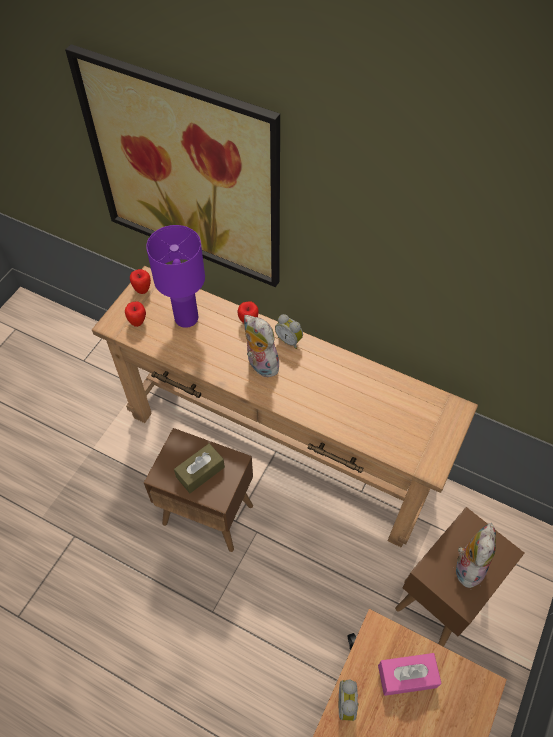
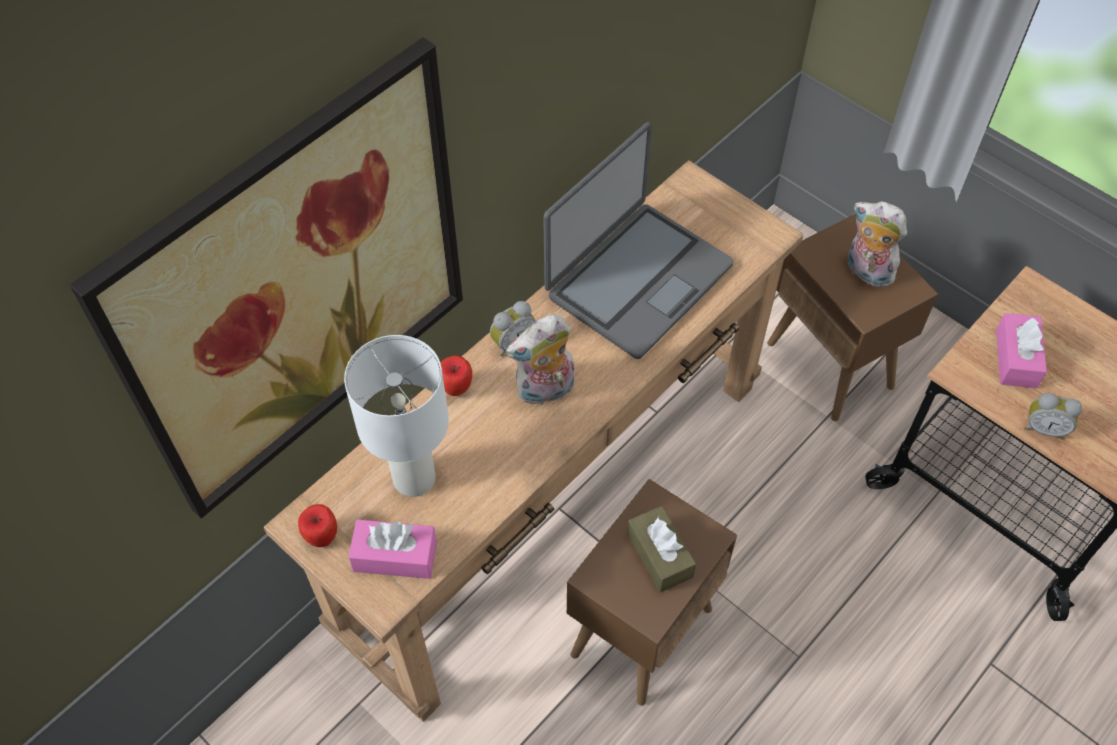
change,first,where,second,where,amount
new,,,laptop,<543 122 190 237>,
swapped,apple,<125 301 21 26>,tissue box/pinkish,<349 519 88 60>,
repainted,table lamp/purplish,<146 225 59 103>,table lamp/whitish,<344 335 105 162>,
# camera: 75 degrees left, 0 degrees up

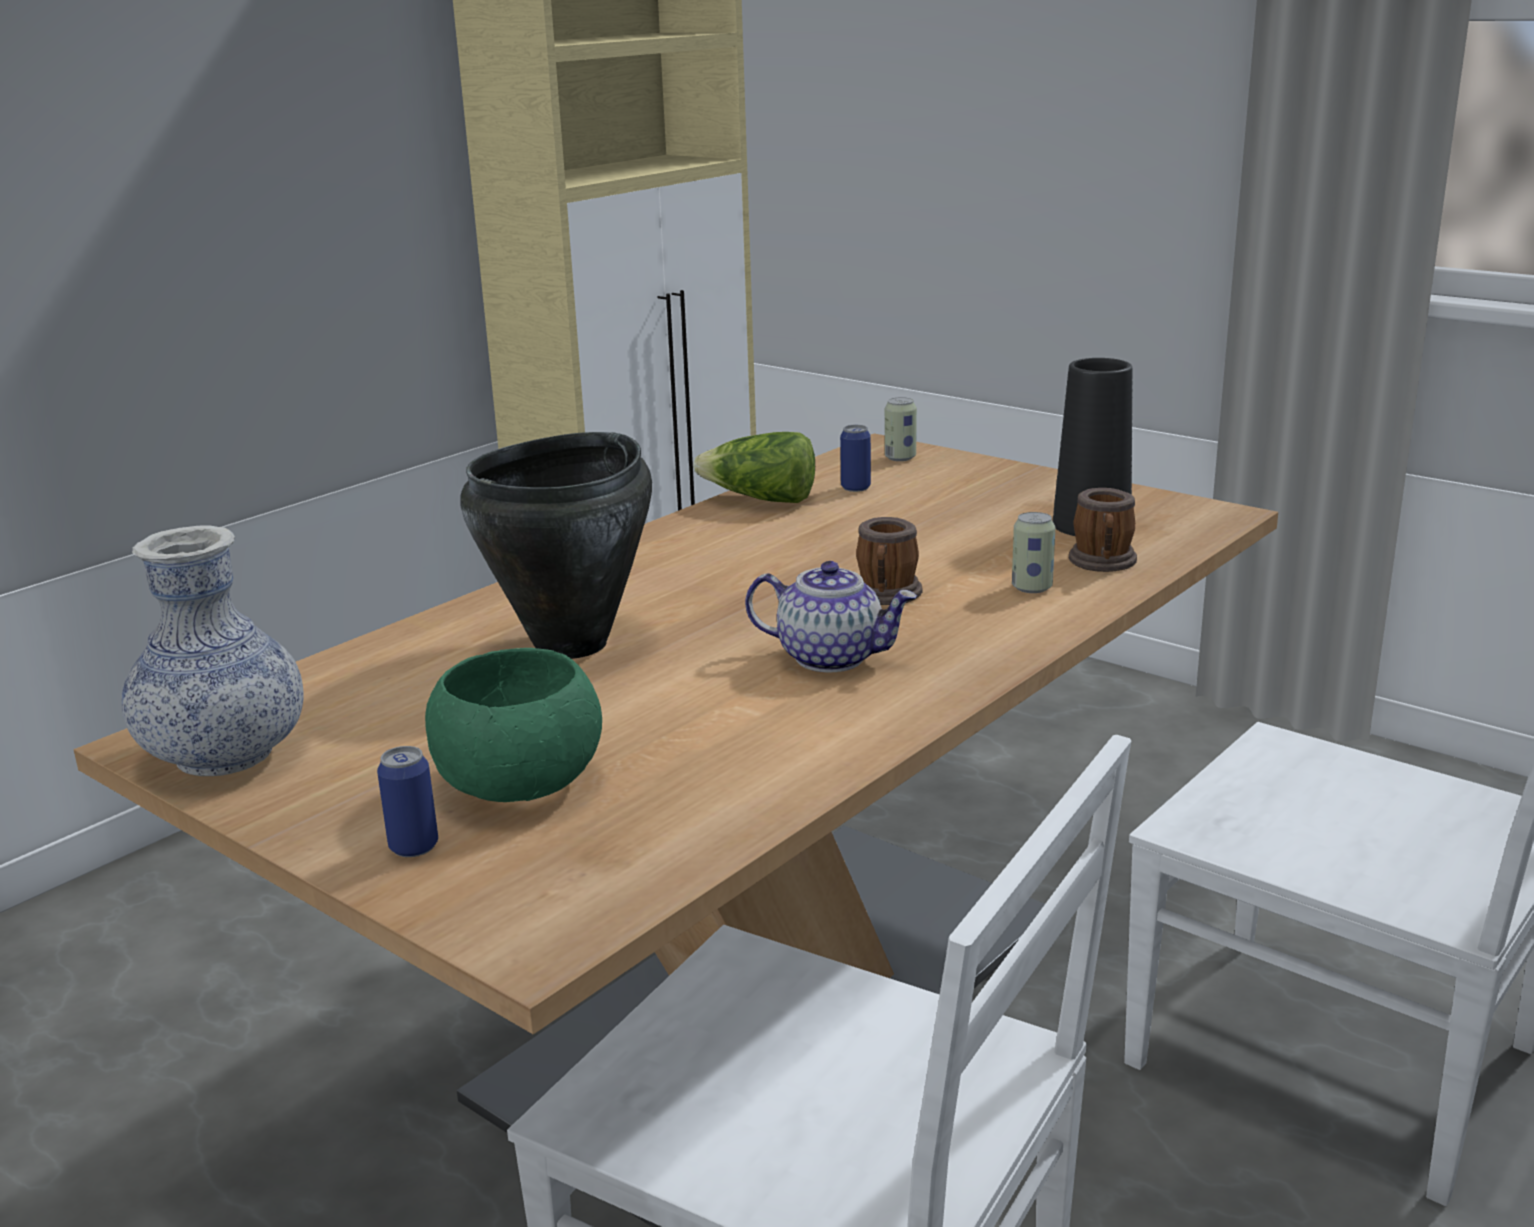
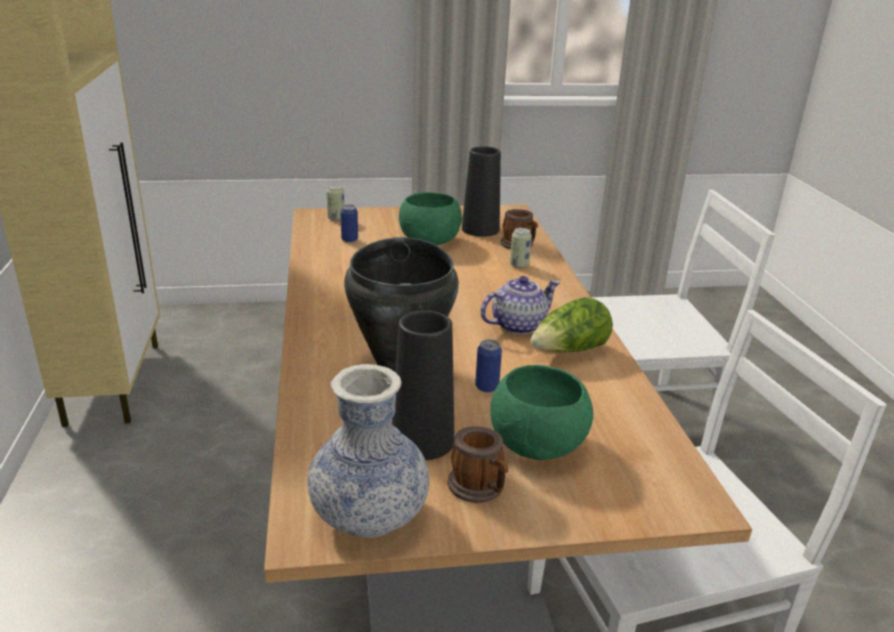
change,first,where,second,where,amount
new,,,vase/black,<392 310 62 150>,
new,,,deep dish/green-coloured,<399 192 63 53>,
shifted,metal can,<377 746 61 111>,,<475 339 27 53>,
shifted,lettuce head,<693 432 122 71>,,<530 297 83 55>,
shifted,tea mug,<856 517 67 88>,,<448 426 60 77>,
# camera: 50 degrees left, 5 degrees up

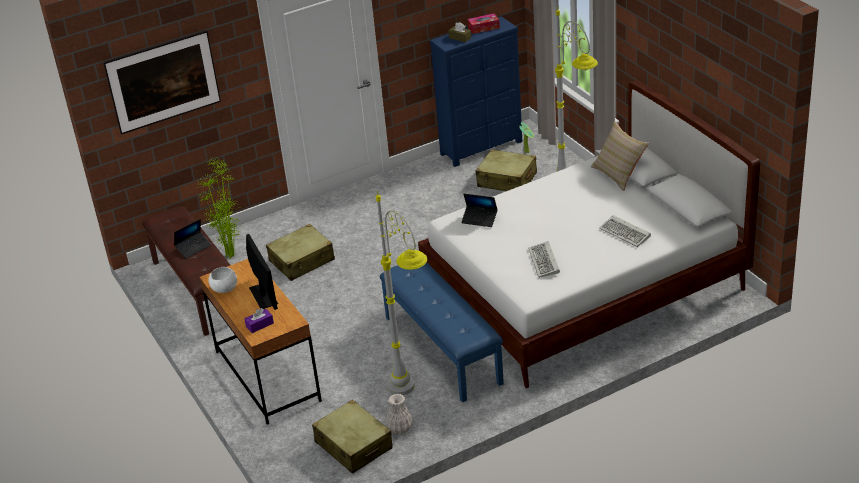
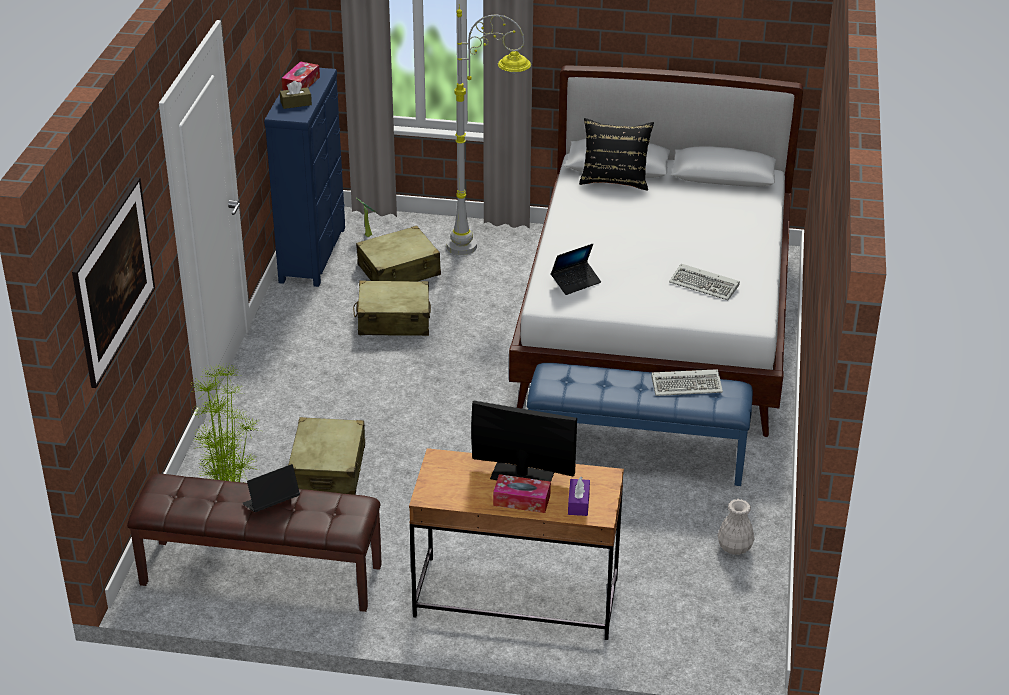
change,first,where,second,where,amount
gone,deep dish/whitish,<209 267 28 26>,,,
gone,standing lamp/greyish,<376 191 51 204>,,,
new,,,tissue box,<493 474 58 39>,
shifted,travel case/beige,<312 400 81 74>,,<353 280 78 56>,
shifted,PC keyboard,<599 215 52 32>,,<651 369 72 27>,
repainted,cushion/beige,<591 121 58 70>,cushion/black,<579 118 75 73>,
rotated,laptop,<174 219 37 39>,,<242 464 58 48>,120 degrees counterclockwise
# camera: 55 degrees left, 0 degrees up

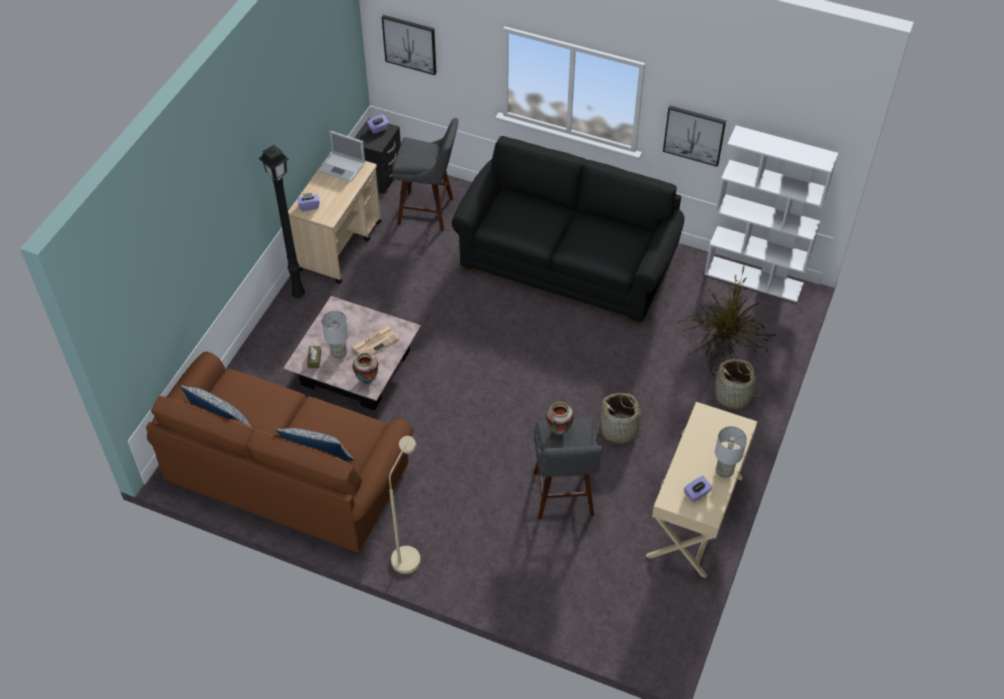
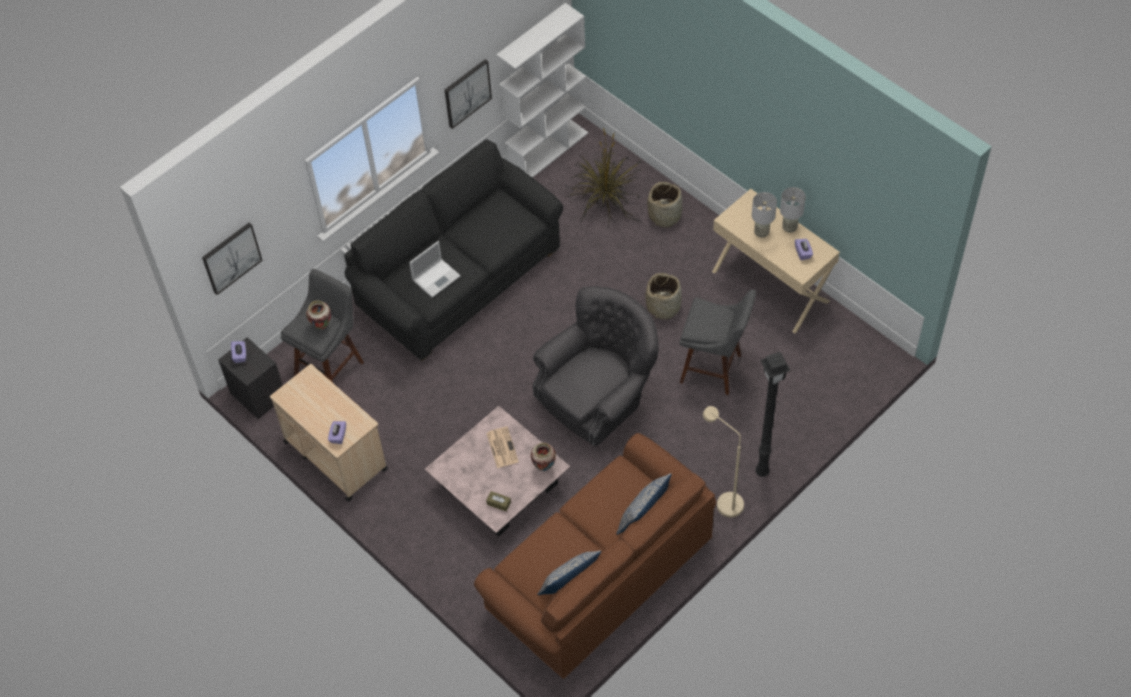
change,first,where,second,where,amount
new,,,lounge chair/greyish,<533 286 126 161>,
shifted,standing lamp/black,<259 145 46 153>,,<755 352 36 125>,
shifted,laptop,<318 131 47 51>,,<409 241 52 57>,
shifted,table lamp/greyish,<321 311 28 48>,,<752 192 25 46>,
shifted,vase,<546 402 28 33>,,<306 300 25 30>,
# camera: 65 degrees left, 5 degrees up

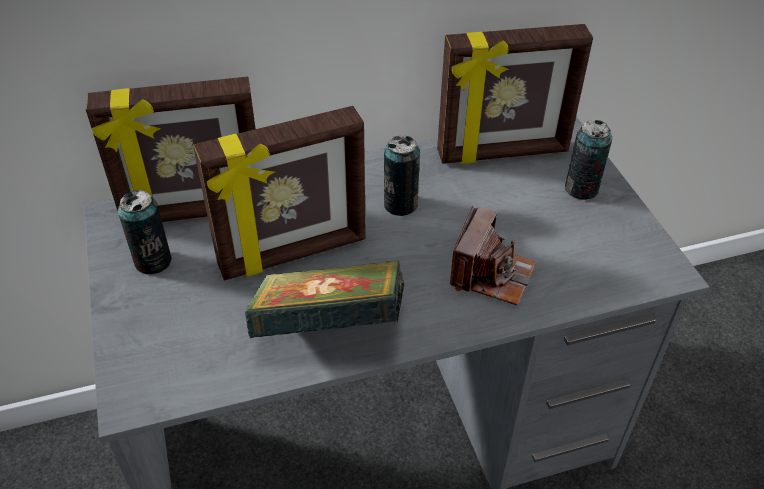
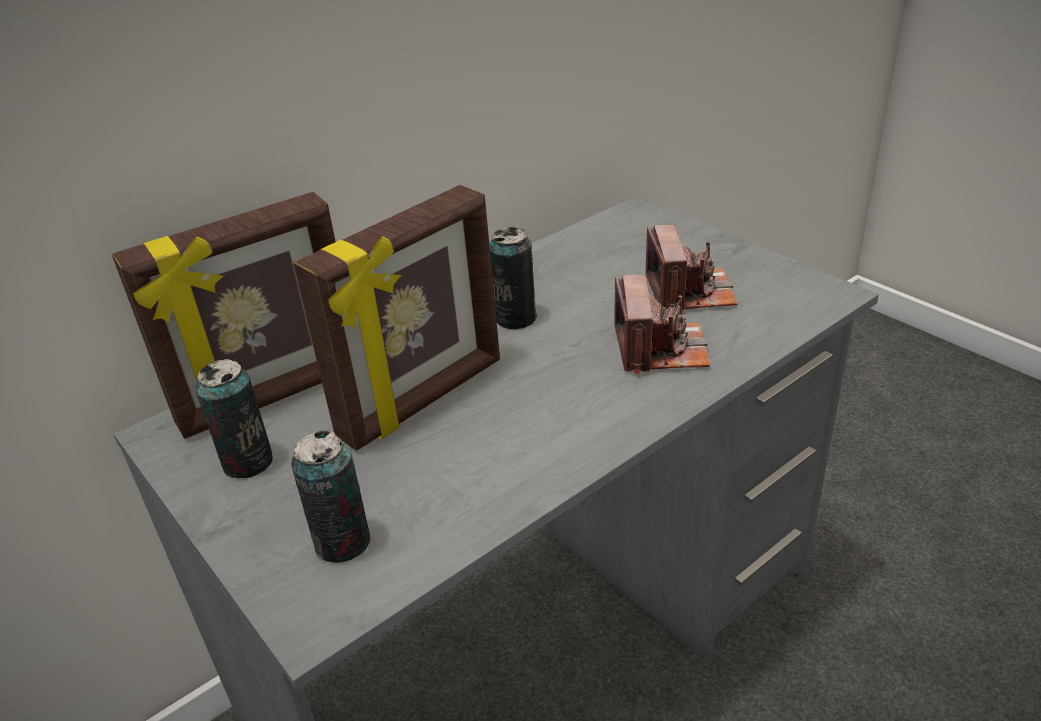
change,first,where,second,where,amount
gone,book,<245 261 159 77>,,,
gone,standing frame,<437 24 156 140>,,,
new,,,photo camera,<645 225 93 86>,
shifted,metal can,<565 120 47 80>,,<291 430 80 133>,
# camera: 20 degrees left, 10 degrees down

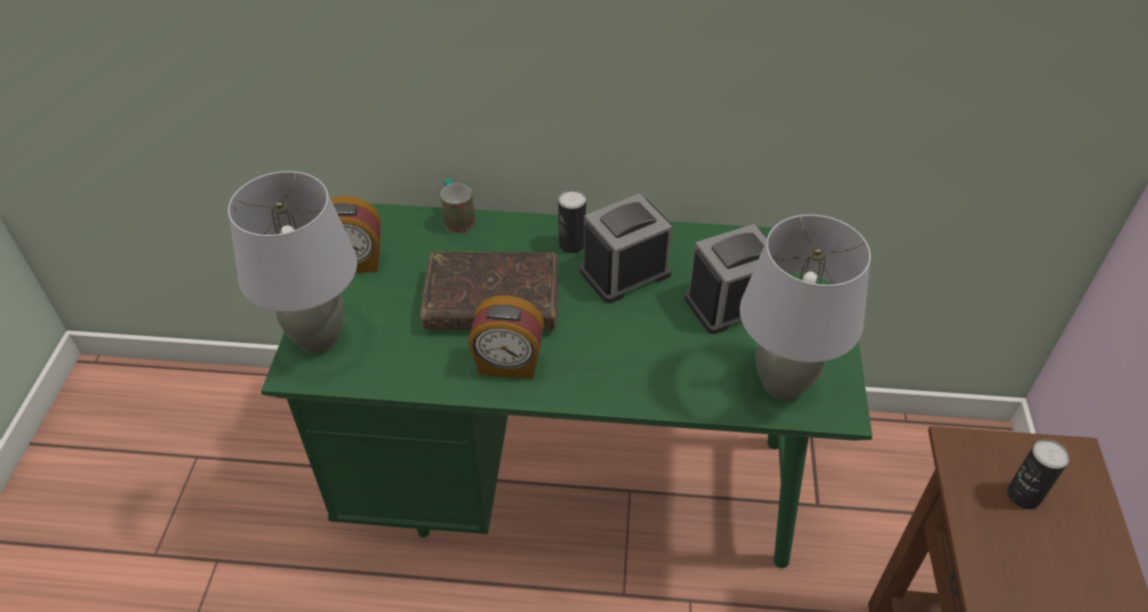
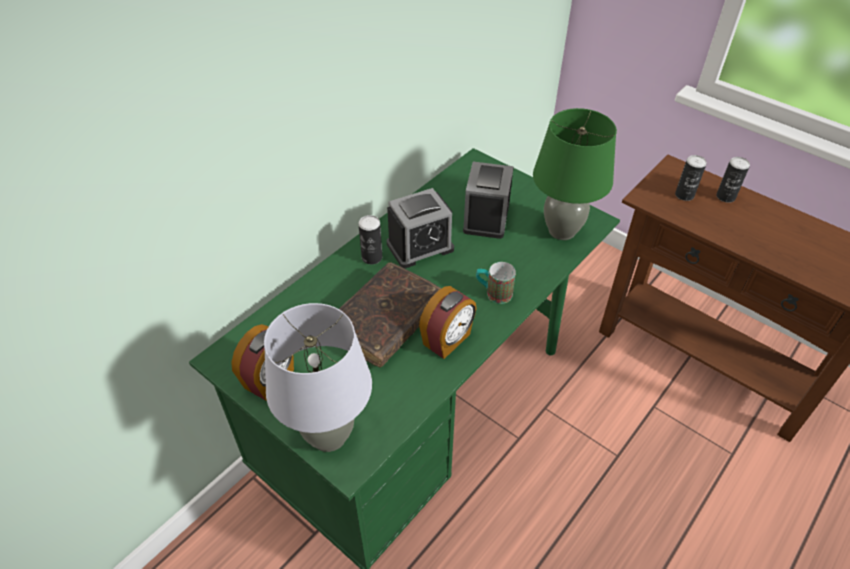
change,first,where,second,where,amount
new,,,metal can,<716 157 34 46>,
shifted,tea mug,<440 179 35 55>,,<476 262 40 42>,
repainted,table lamp/greyish,<740 214 131 186>,table lamp/green-coloured,<533 108 84 132>,
rotated,bedside clock,<580 193 92 110>,,<387 188 67 80>,120 degrees counterclockwise
# camera: 55 degrees left, 0 degrees up

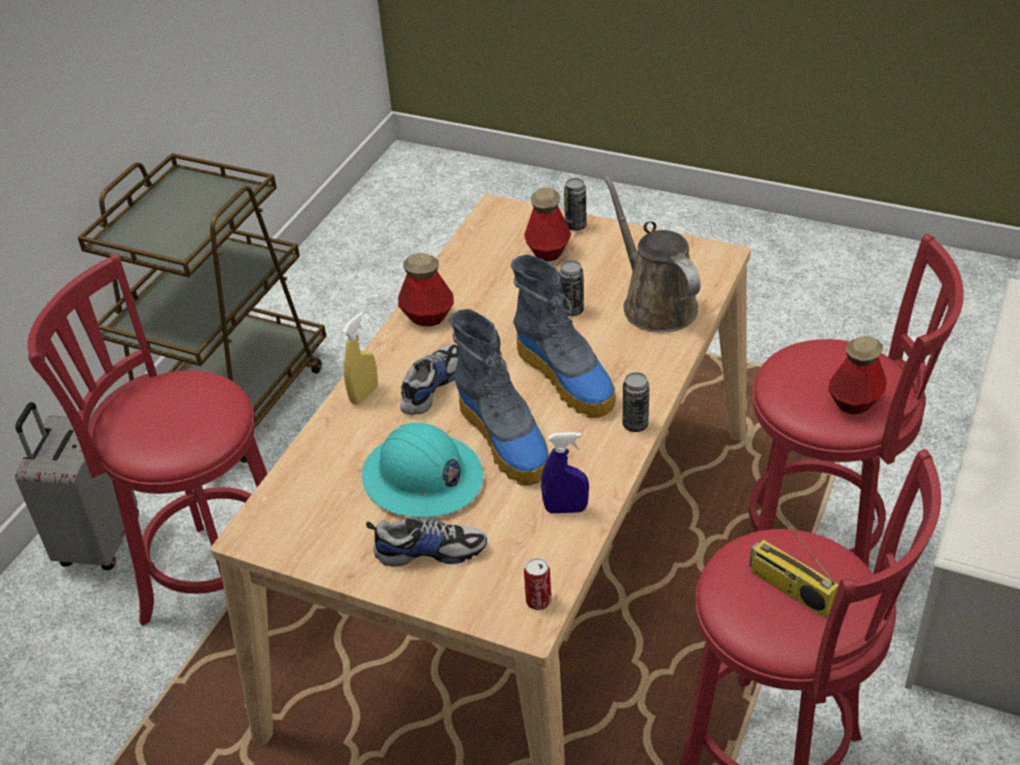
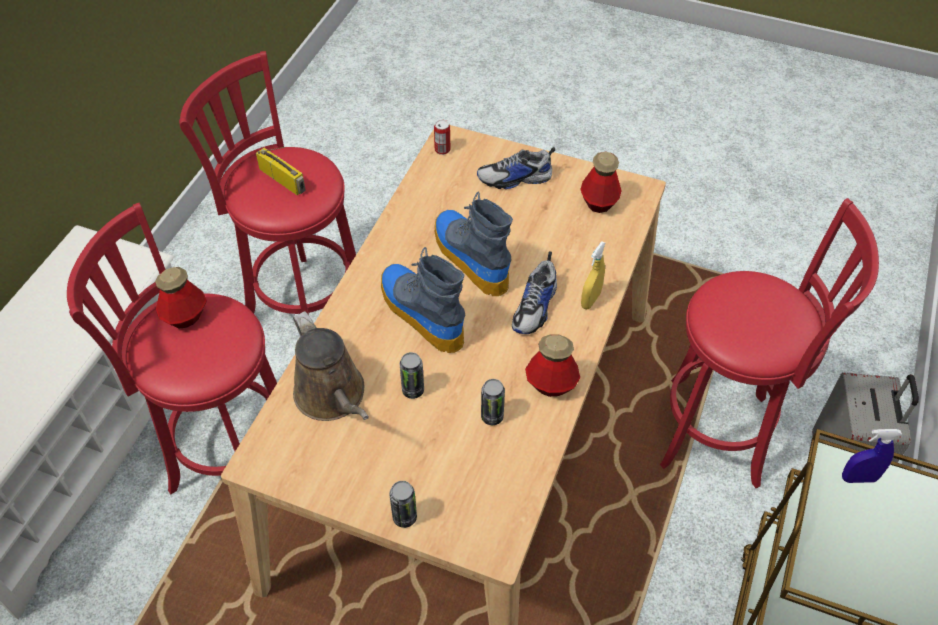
change,first,where,second,where,amount
gone,hard hat/turquoise-coloured,<362 423 121 95>,,,
shifted,drink bottle,<524 187 47 74>,,<580 152 42 61>,
shifted,spray bottle/bluish,<541 432 48 81>,,<842 429 60 54>,
shifted,metal can,<623 372 26 60>,,<481 379 24 46>,
# camera: 175 degrees right, 10 degrees up

